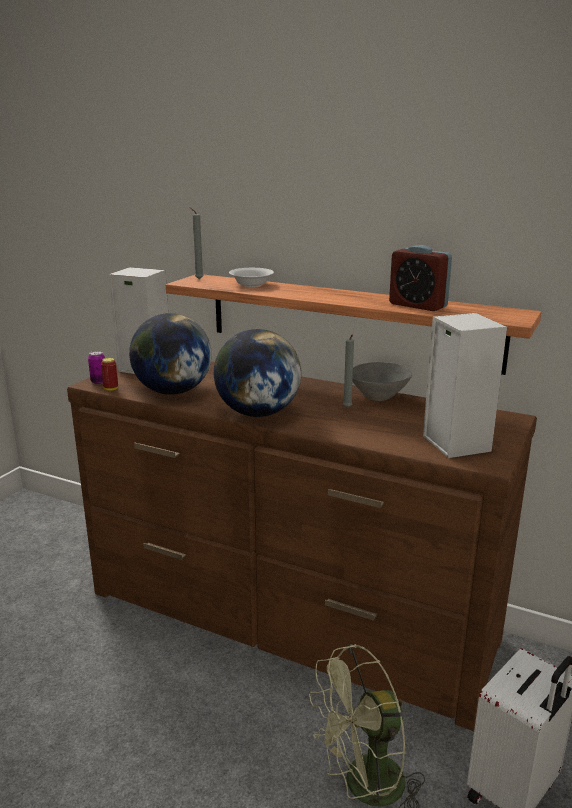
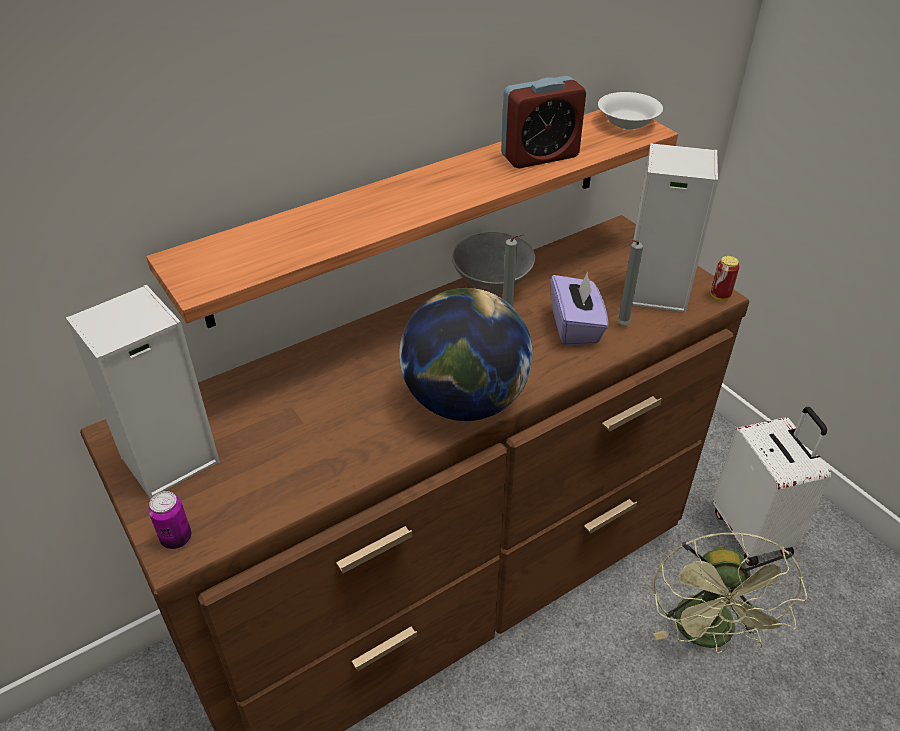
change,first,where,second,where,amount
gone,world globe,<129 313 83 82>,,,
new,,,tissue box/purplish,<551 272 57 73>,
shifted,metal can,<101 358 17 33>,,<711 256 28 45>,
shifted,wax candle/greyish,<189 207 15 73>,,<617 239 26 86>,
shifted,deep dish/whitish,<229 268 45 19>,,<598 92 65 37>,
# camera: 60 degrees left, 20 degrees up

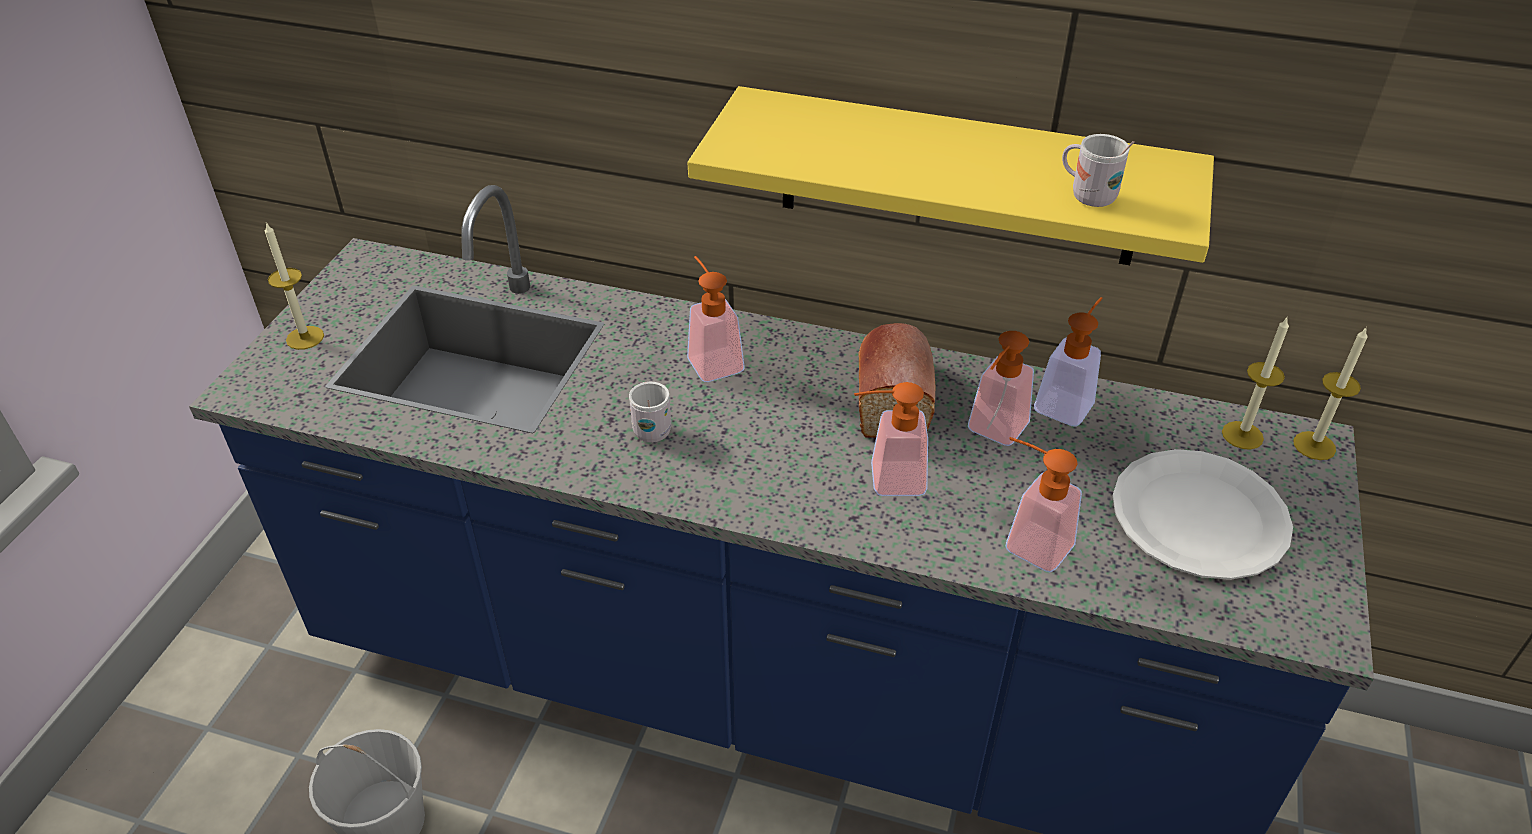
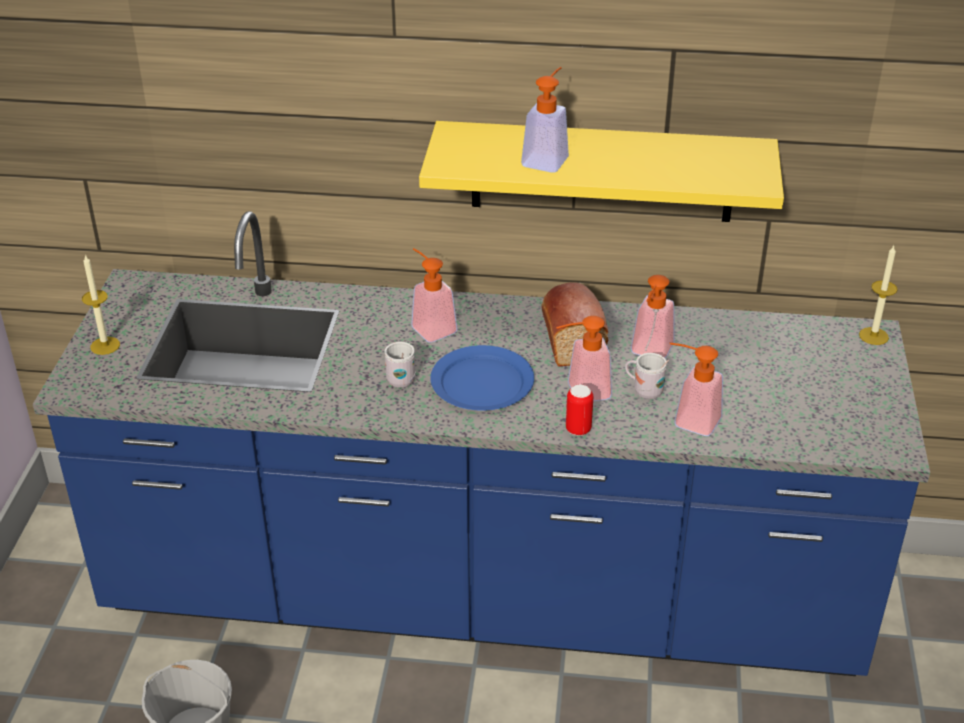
change,first,where,second,where,amount
gone,plate/whitish,<1112 449 181 131>,,,
gone,wax candle,<1222 318 67 132>,,,
new,,,plate/bluish,<430 345 104 66>,
new,,,metal can,<566 384 27 52>,
shifted,soap dispenser,<1034 297 68 130>,,<521 67 48 106>,
shifted,tea mug/whitish,<1062 134 72 73>,,<625 353 44 46>,
# camera: 10 degrees left, 5 degrees down

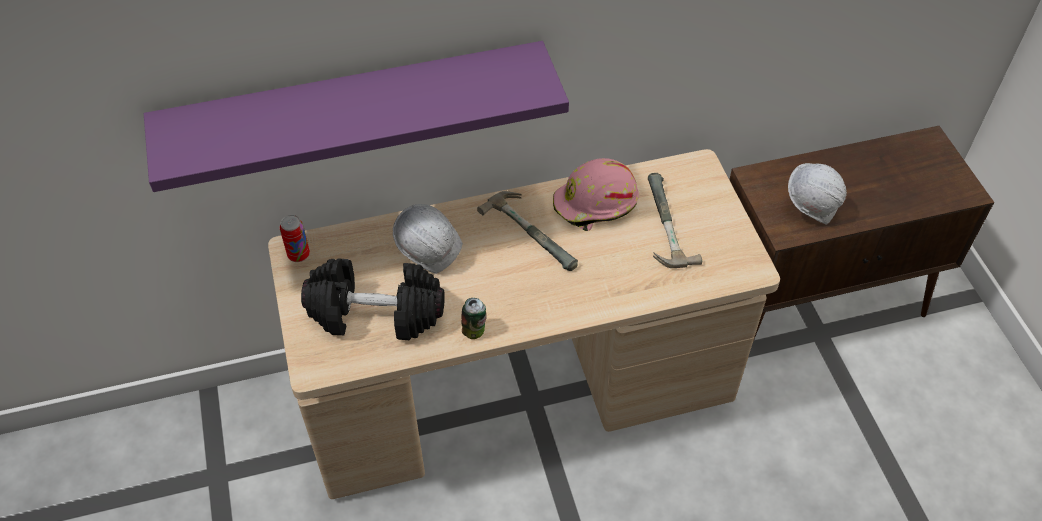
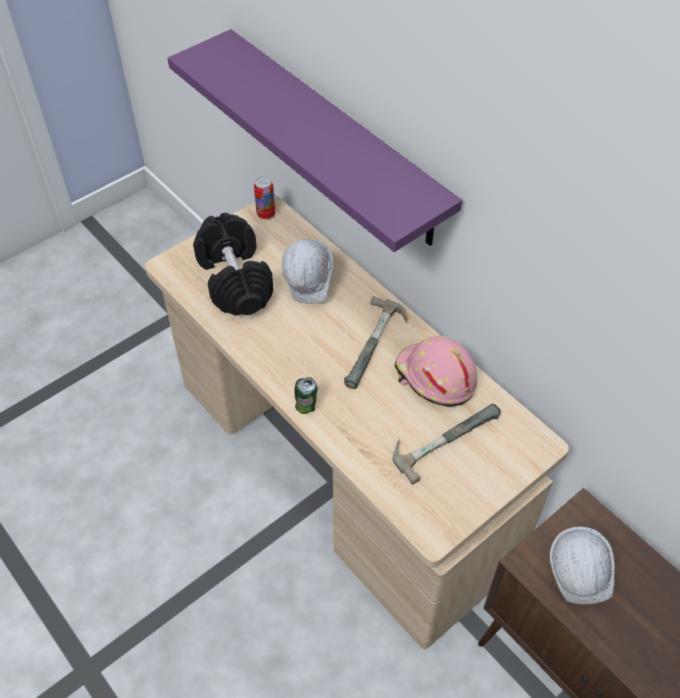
change,first,where,second,where,amount
shifted,metal can,<461 298 26 41>,,<295 377 23 37>,
# camera: 65 degrees right, 0 degrees up

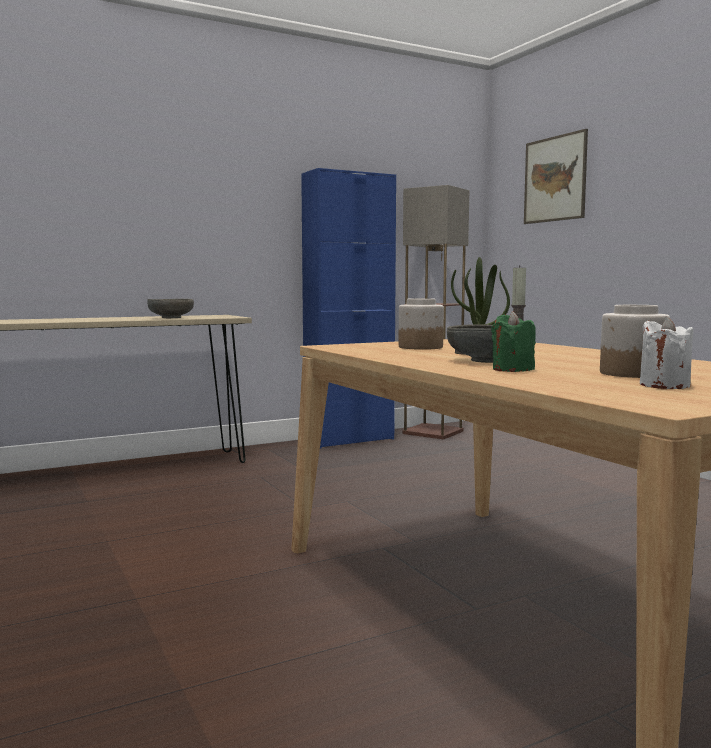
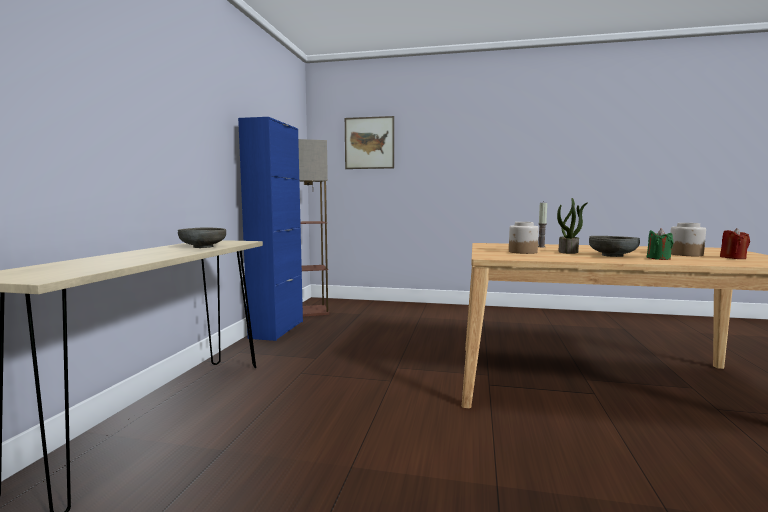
change,first,where,second,where,amount
repainted,wax candle/whitish,<640 316 54 73>,wax candle/red-coloured,<720 228 30 31>,
# camera: 50 degrees left, 0 degrees up

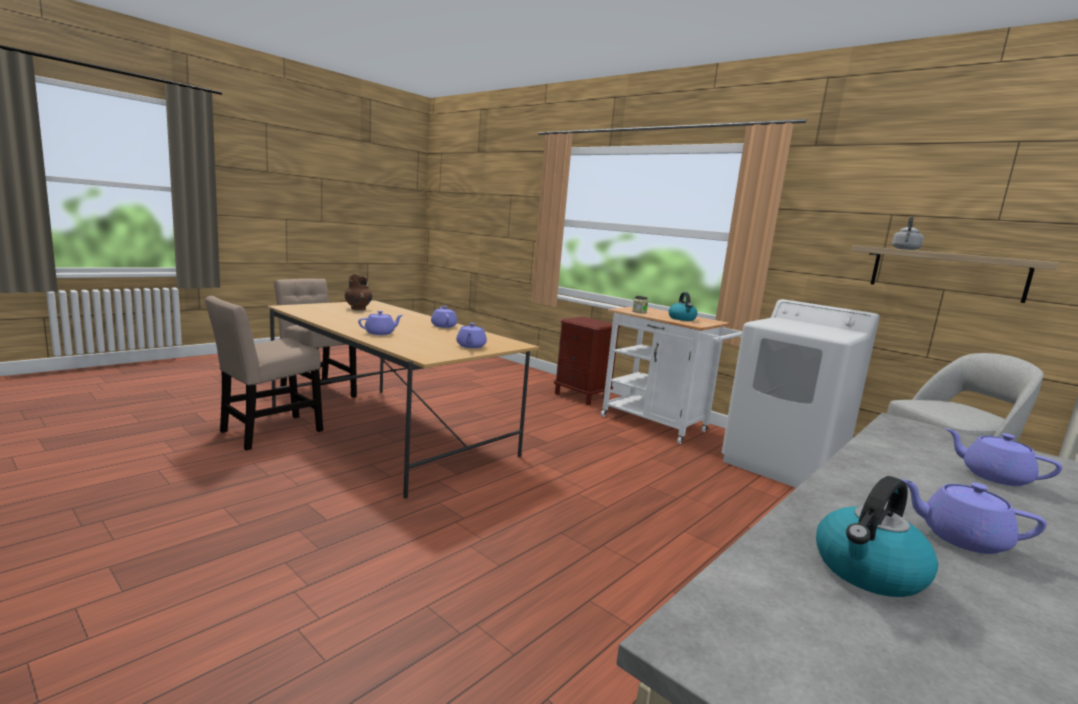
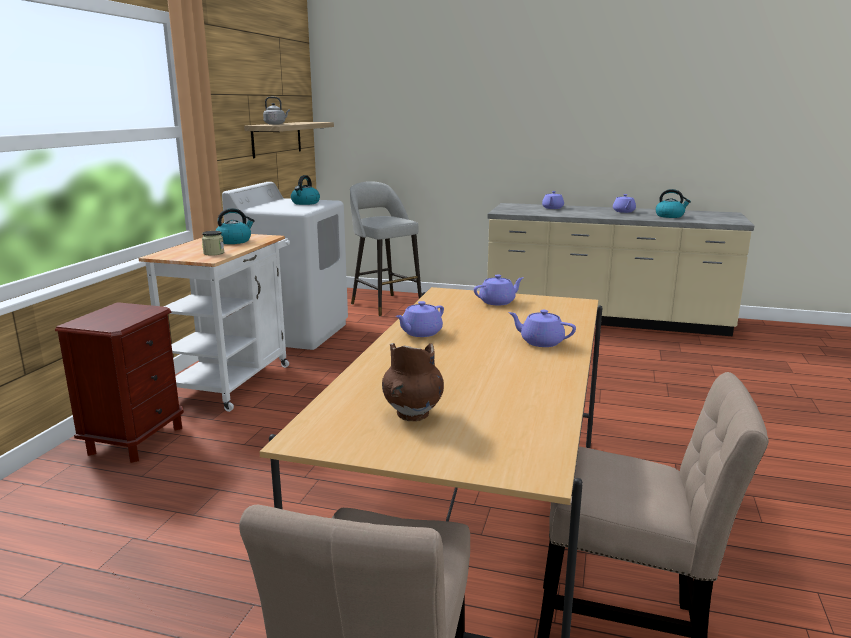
change,first,where,second,where,amount
new,,,water kettle,<291 175 29 30>,
# camera: 115 degrees left, 5 degrees up

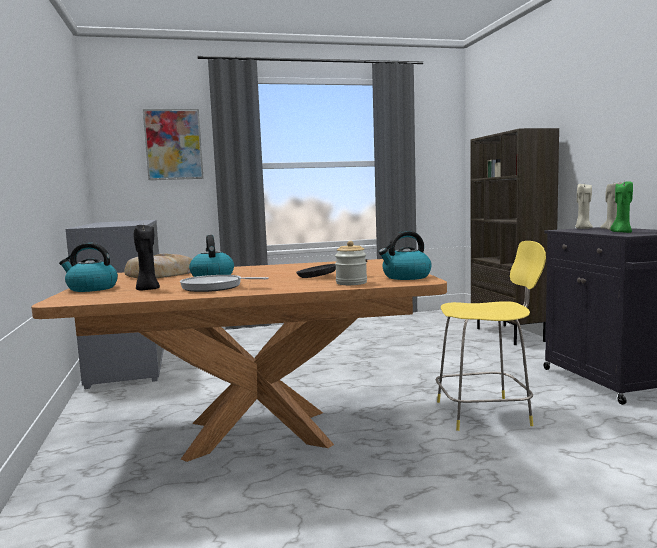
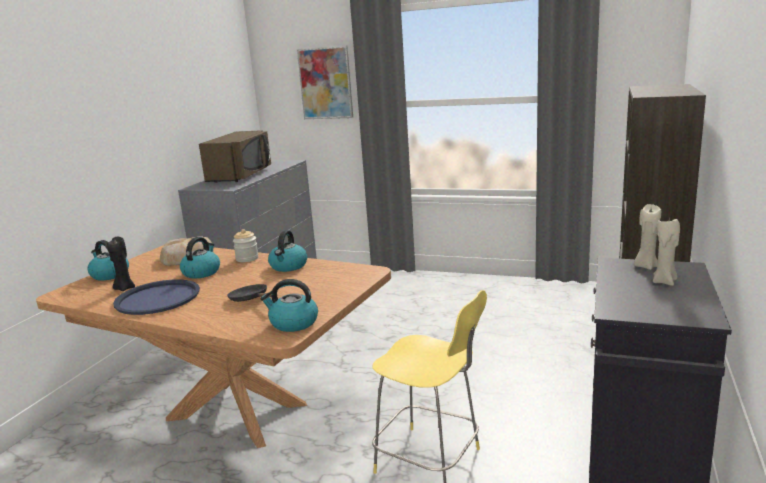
change,first,where,second,where,amount
gone,wax candle/green-coloured,<610 181 23 52>,,,
new,,,kitchen microwave/brownish,<199 130 72 53>,
new,,,water kettle,<268 230 39 42>,
shifted,jar,<335 241 32 44>,,<233 229 25 33>,
swapped,frying pan,<180 275 89 17>,carrying tray/bluish,<113 279 87 36>,
# camera: 35 degrees right, 10 degrees up

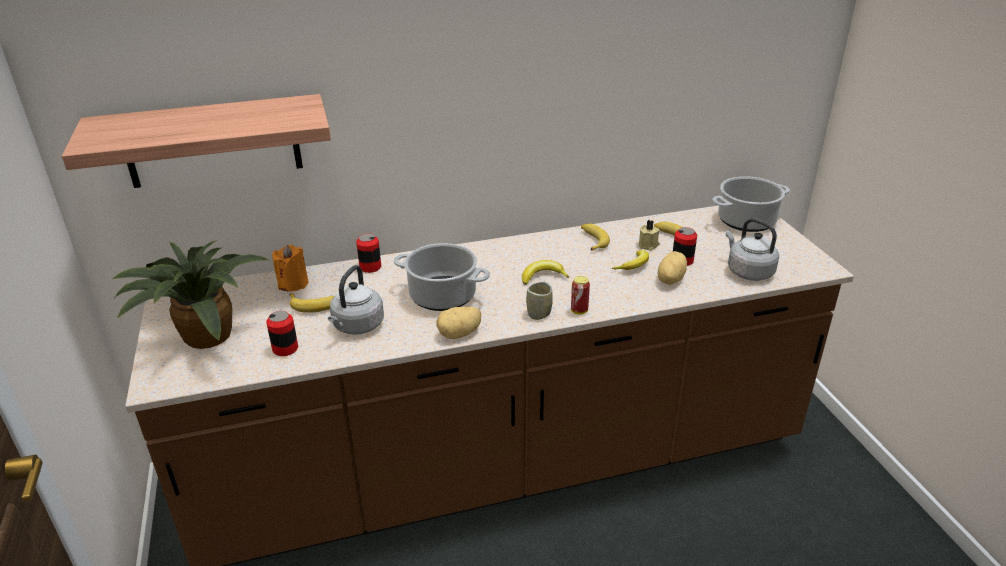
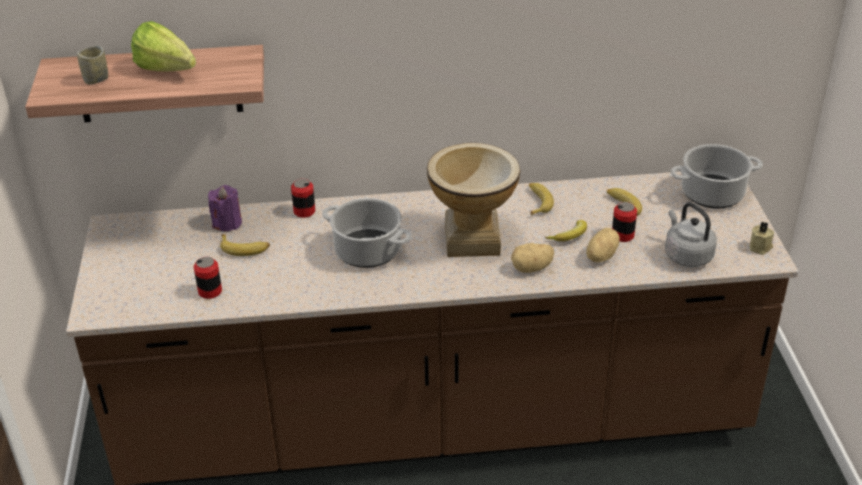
change,first,where,second,where,amount
gone,potted plant,<112 240 156 109>,,,
gone,water kettle/greyish,<328 265 56 70>,,,
gone,metal can,<571 276 19 39>,,,
new,,,lettuce head,<131 21 65 51>,
shifted,spud,<436 307 45 32>,,<511 243 43 30>,
shifted,cup,<526 282 27 38>,,<77 46 31 39>,
shifted,wax candle/beige,<639 220 21 31>,,<749 222 25 33>,
swapped,whole banana,<522 260 47 25>,vase,<427 142 93 115>,
repainted,wax candle/orangey,<272 245 36 47>,wax candle/purplish,<208 185 34 46>,
# camera: 10 degrees right, 5 degrees up

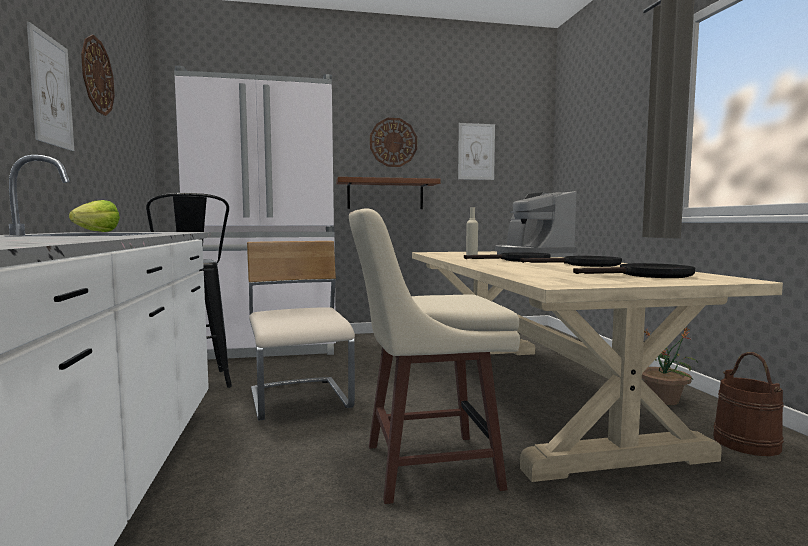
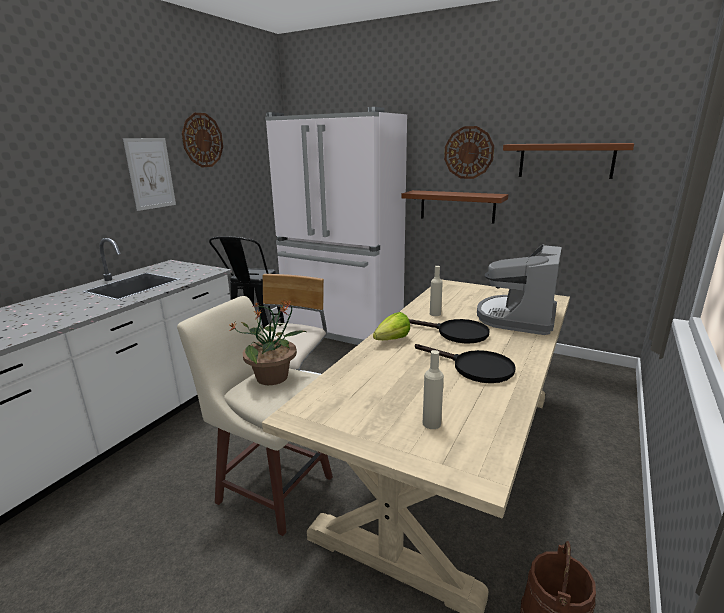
change,first,where,second,where,amount
shifted,lettuce head,<69 200 51 32>,,<373 312 37 28>,
shifted,potted plant,<642 328 56 77>,,<228 300 78 85>,
swapped,wall art,<458 123 37 57>,bracket shelf/brownish,<503 143 131 36>,
swapped,frying pan/black,<573 263 122 15>,drink bottle/beige,<423 350 21 79>,
# camera: 40 degrees right, 15 degrees up

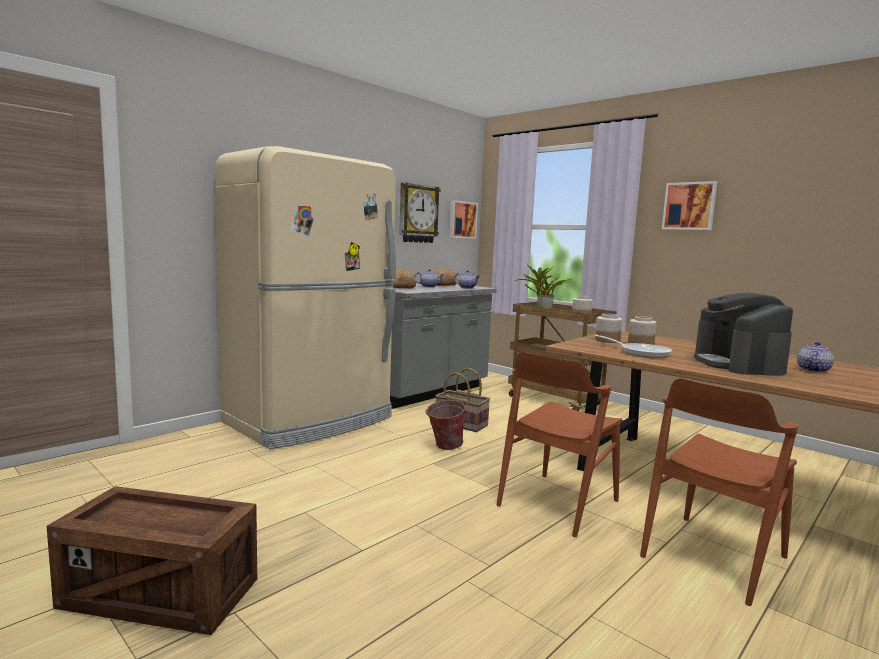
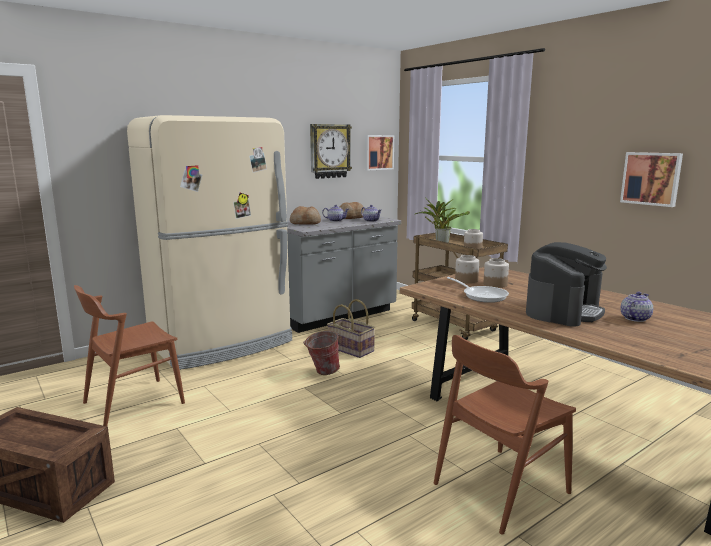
change,first,where,second,where,amount
shifted,plain chair/brownish,<496 352 126 185>,,<74 285 111 141>,
shifted,wall art,<662 181 55 49>,,<620 152 63 55>,
rotated,coffee brewer,<694 293 99 83>,,<526 242 81 85>,150 degrees counterclockwise
# camera: 10 degrees right, 5 degrees up

